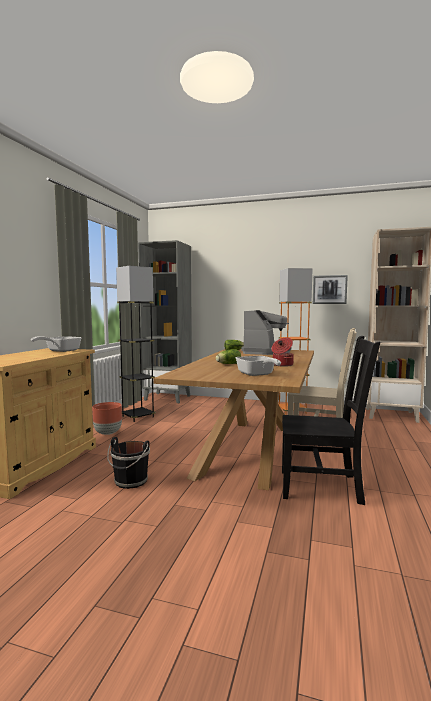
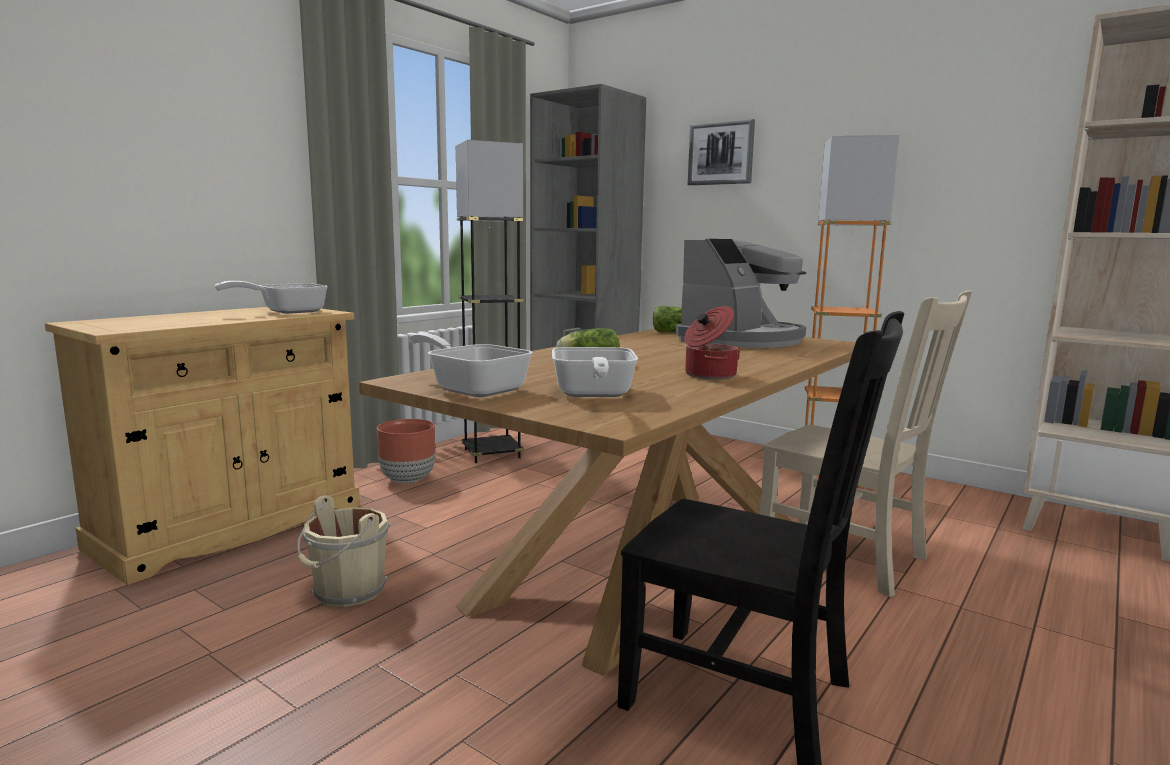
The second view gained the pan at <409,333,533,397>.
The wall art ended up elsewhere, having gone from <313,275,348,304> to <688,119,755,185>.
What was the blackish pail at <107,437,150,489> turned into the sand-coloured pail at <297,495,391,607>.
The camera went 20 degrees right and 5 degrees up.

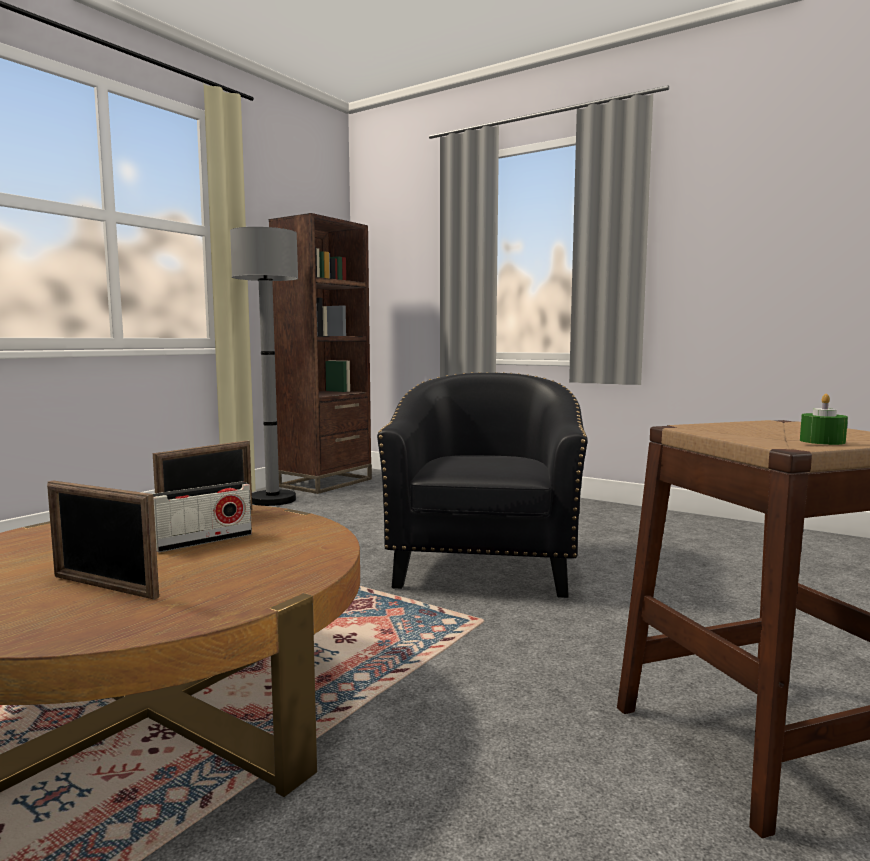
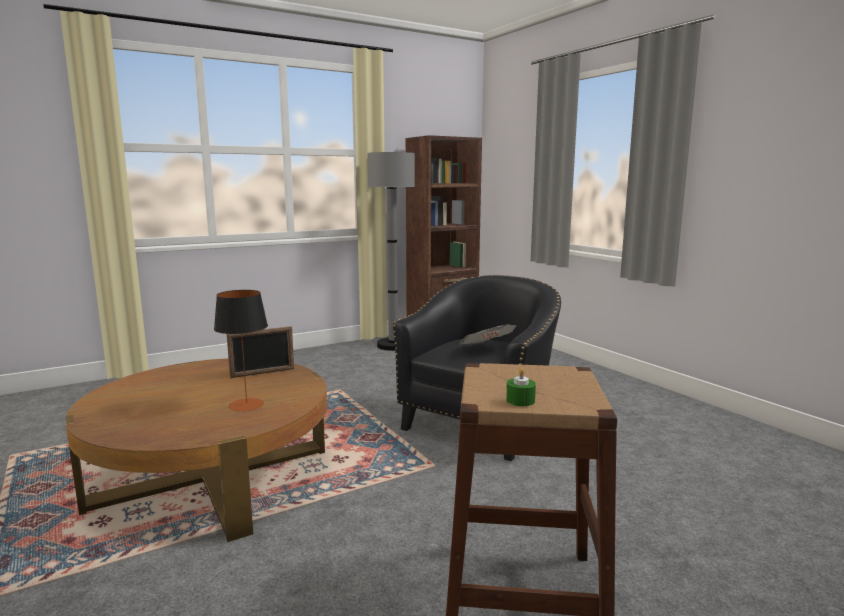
The second view lost the standing frame at <47,481,159,600>.
The second view lost the radio receiver at <153,481,252,553>.
The second view gained the lamp for a table at <214,290,268,412>.
The second view gained the daily paper at <460,324,516,344>.
The camera went 25 degrees right and 5 degrees up.

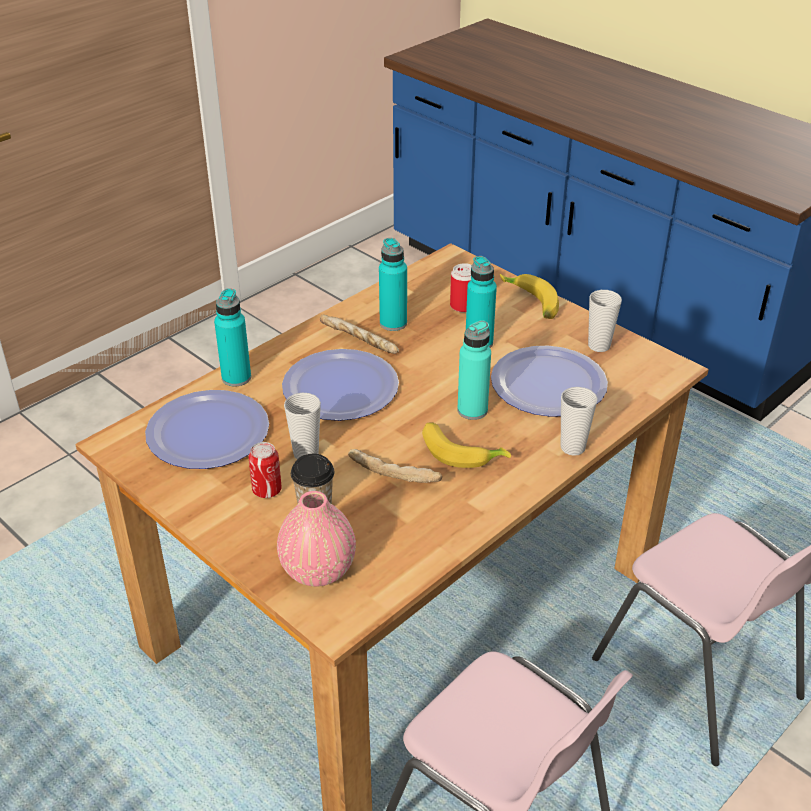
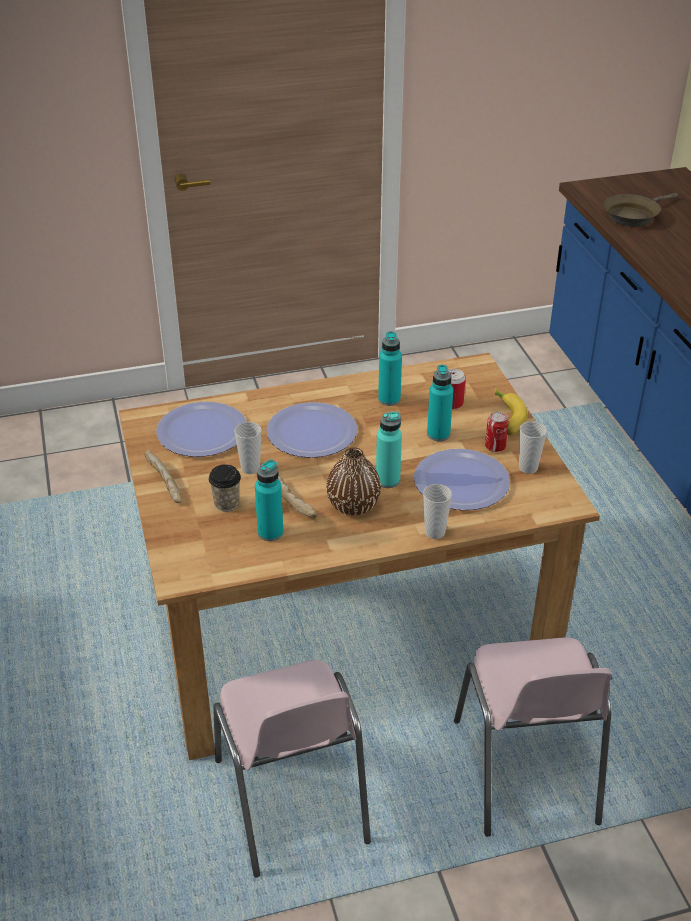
The second view lost the pink-coloured flower vase at <277,491,356,586>.
The second view gained the brownish pan at <604,193,678,227>.
The blue-green bottle ended up elsewhere, having gone from <214,288,251,387> to <255,460,283,541>.
The can ended up elsewhere, having gone from <249,442,282,498> to <485,412,509,452>.
The bakery bread ended up elsewhere, having gone from <320,315,399,354> to <144,450,181,503>.
Where the banana fruit stood at <422,422,511,468>, the brownish flower vase came to stand at <326,447,381,515>.
The camera went 30 degrees right and 0 degrees up.

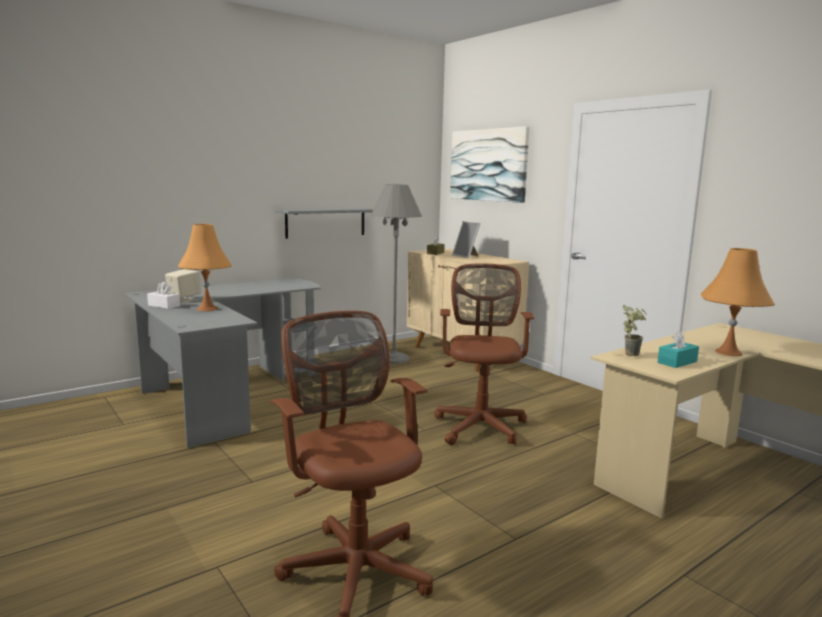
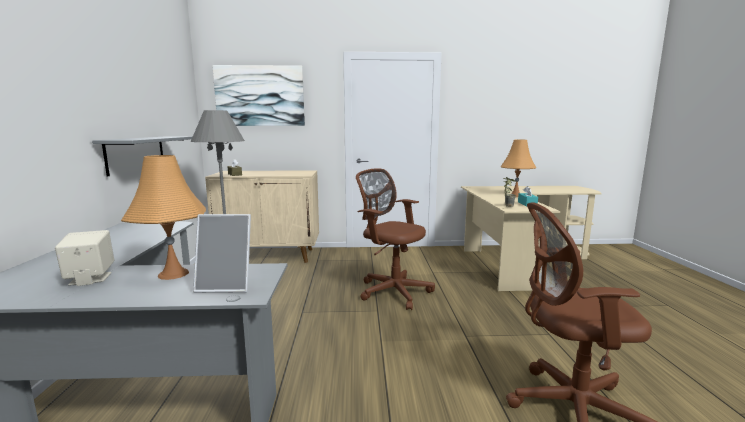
The second view lost the whitish tissue holder at <147,282,180,309>.
The standing frame ended up elsewhere, having gone from <452,221,481,258> to <193,214,251,293>.
The camera went 55 degrees left and 0 degrees up.

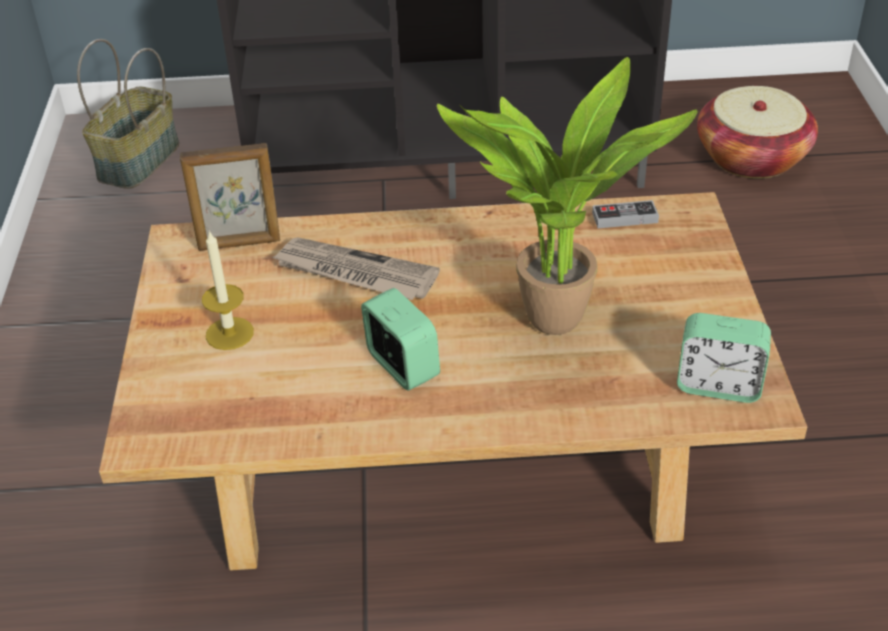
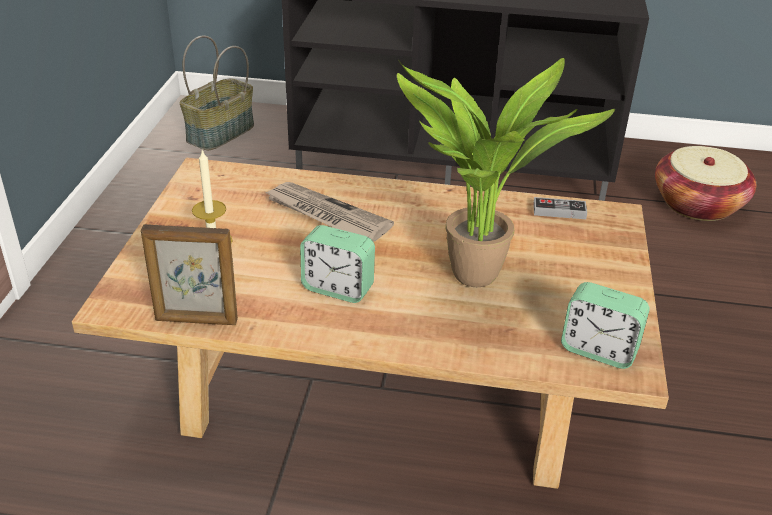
The standing frame ended up elsewhere, having gone from <180,143,280,251> to <141,224,238,325>.
The table clock at <361,288,440,390> ended up facing another way, 135 degrees clockwise from before.
The camera went 10 degrees right and 5 degrees down.

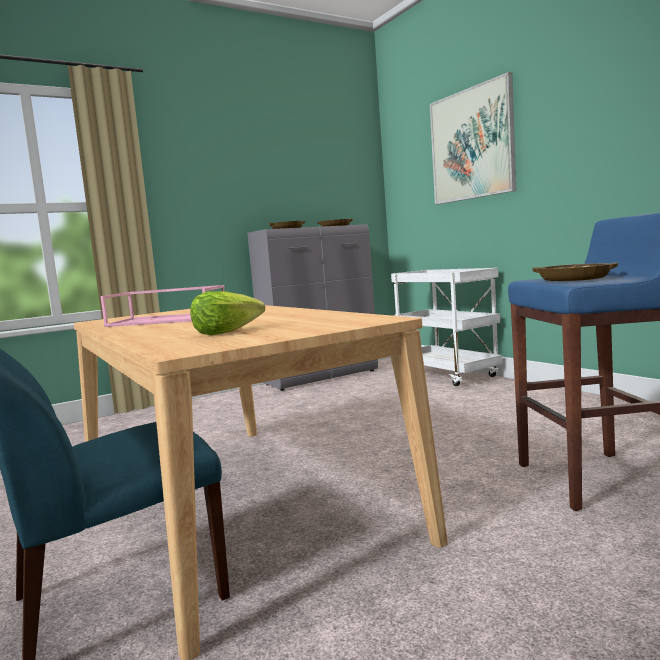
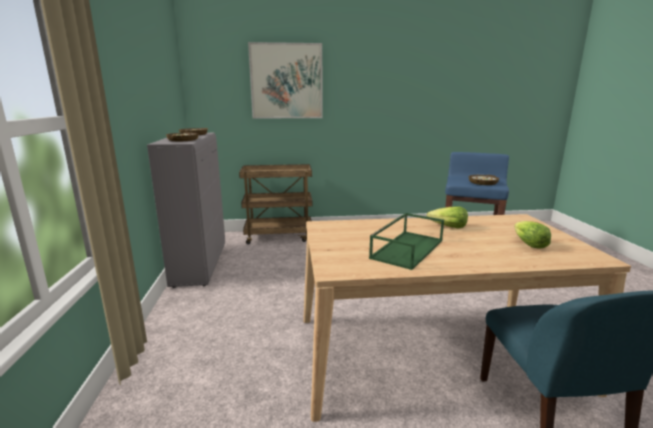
The second view gained the lettuce head at <427,206,468,228>.
What was the pink-coloured carrying tray at <100,285,224,327> turned into the green-coloured carrying tray at <369,213,444,270>.
What was the whitish cart at <391,268,502,386> turned into the brownish cart at <239,164,312,244>.
The camera went 65 degrees left and 10 degrees up.

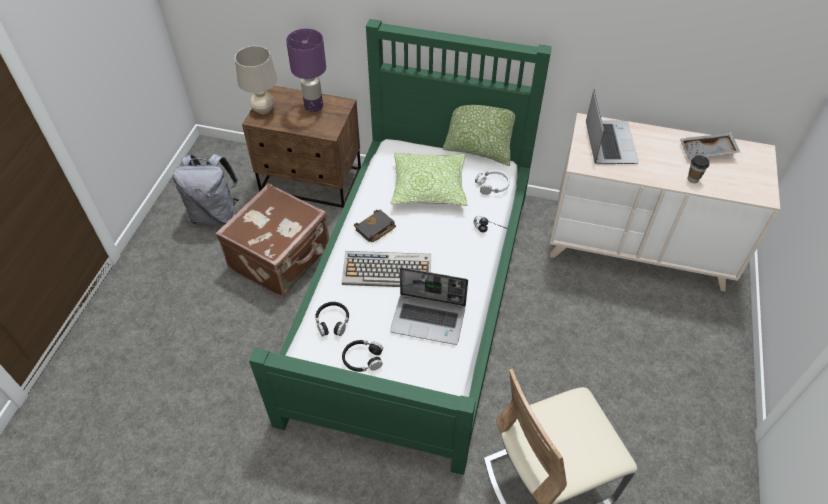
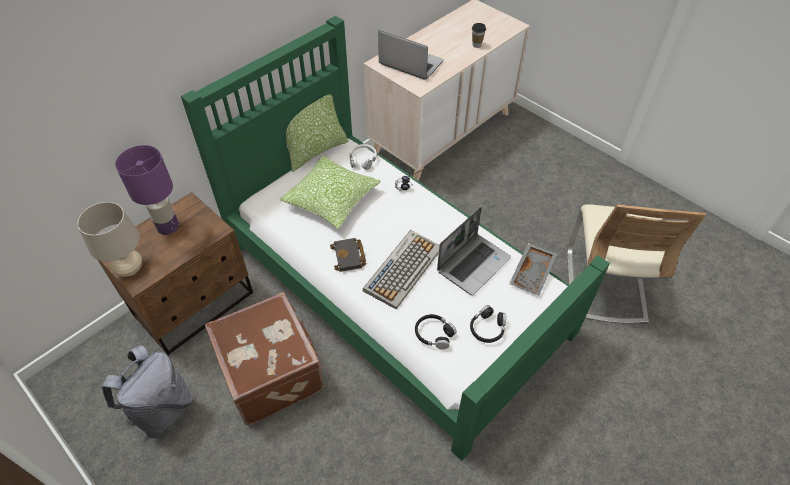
The greyish carrying tray ended up elsewhere, having gone from <680,132,740,159> to <509,243,557,295>.
The camera went 60 degrees left and 0 degrees up.

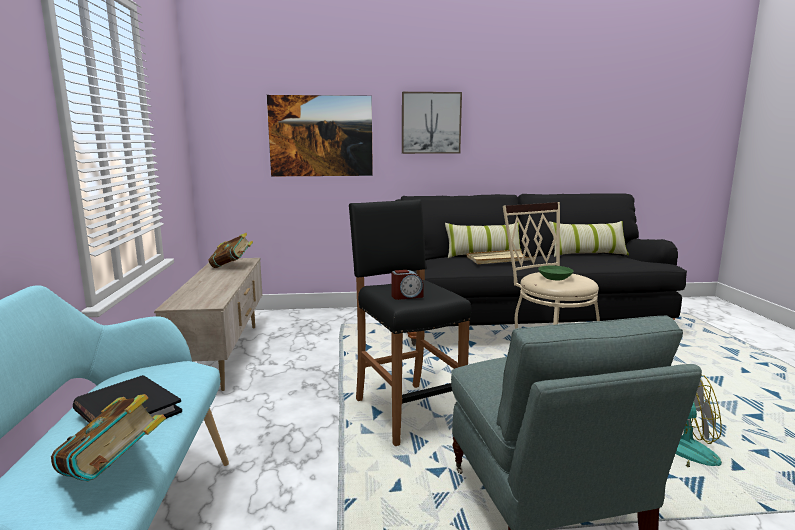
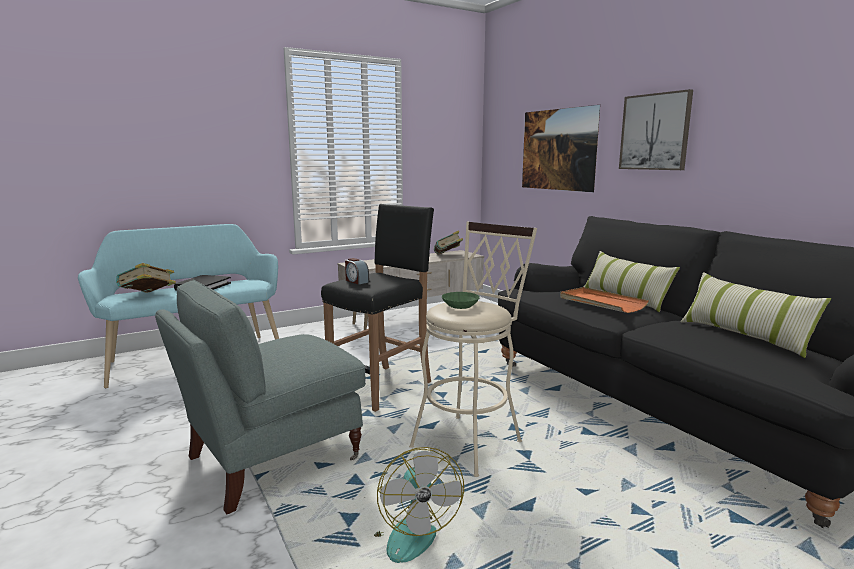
What was the sand-coloured carrying tray at <467,249,534,264> turned into the orangey carrying tray at <560,287,649,313>.
The camera went 65 degrees right and 0 degrees up.

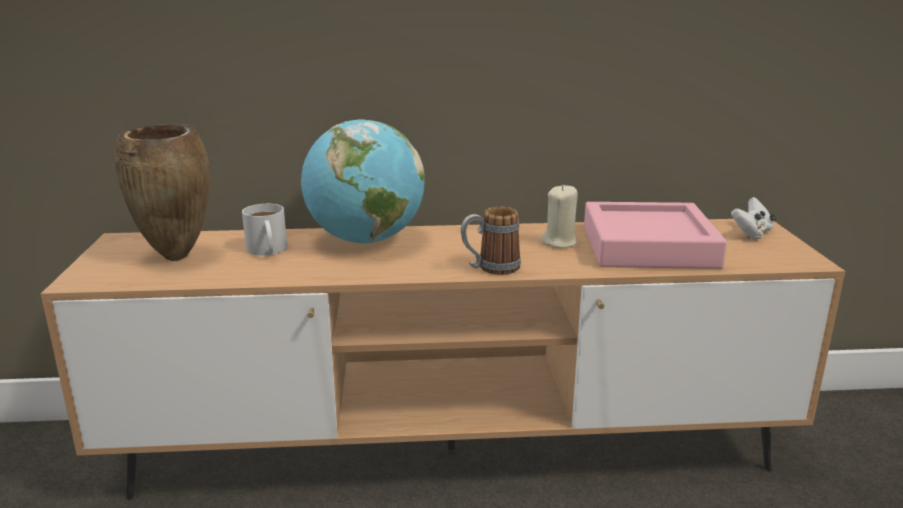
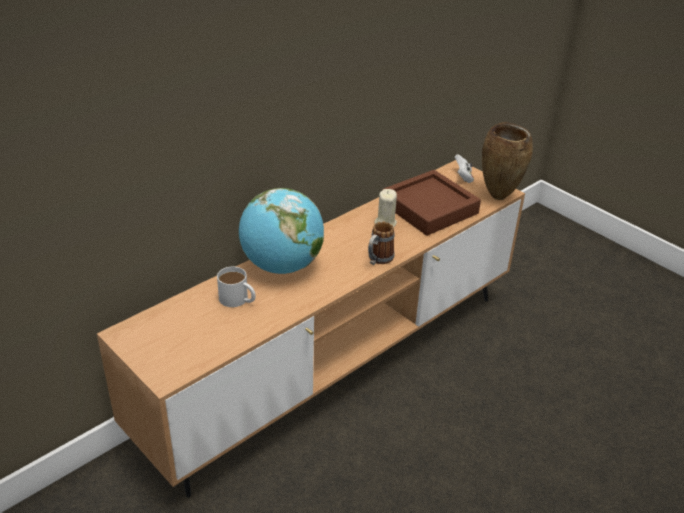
The brownish flower vase ended up elsewhere, having gone from <115,124,209,261> to <482,122,533,200>.
What was the pink-coloured carrying tray at <584,202,727,269> turned into the brownish carrying tray at <384,170,481,236>.
The camera went 40 degrees left and 15 degrees up.

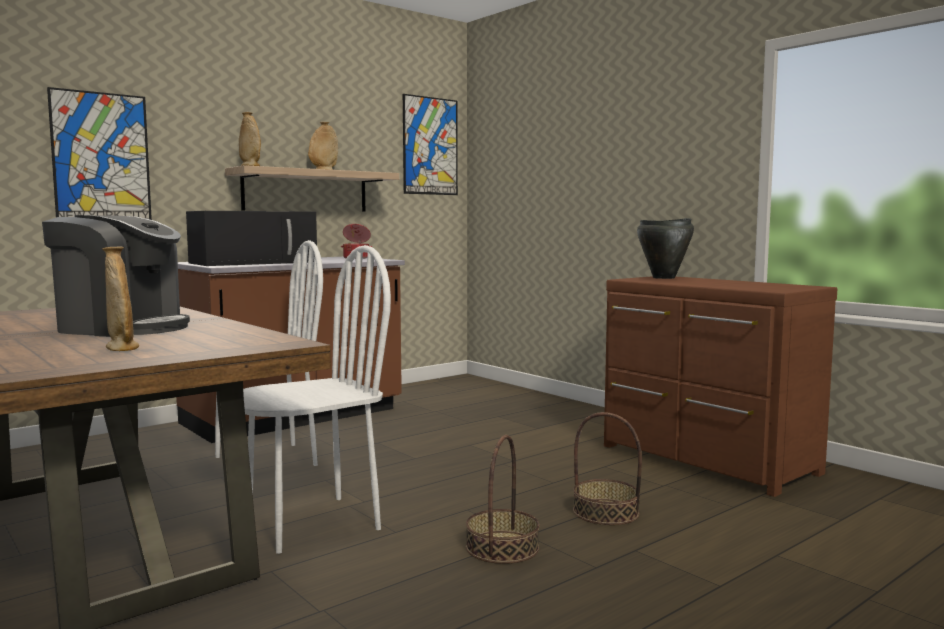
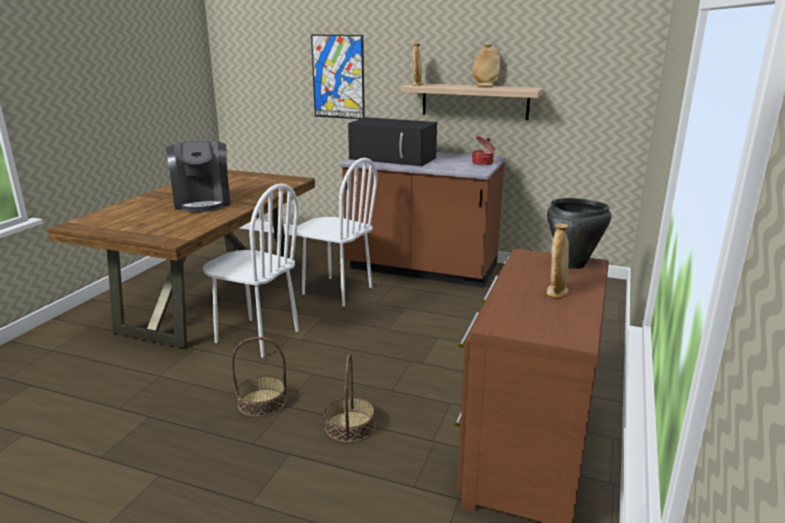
The second view lost the wall art at <403,94,458,195>.
The sand-coloured flower vase ended up elsewhere, having gone from <102,246,139,351> to <547,224,569,298>.
The camera went 60 degrees right and 15 degrees up.

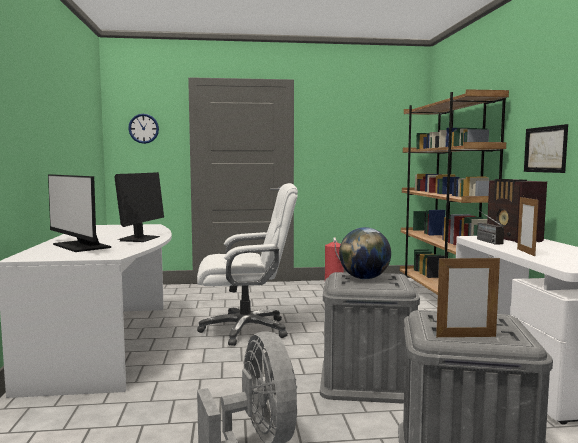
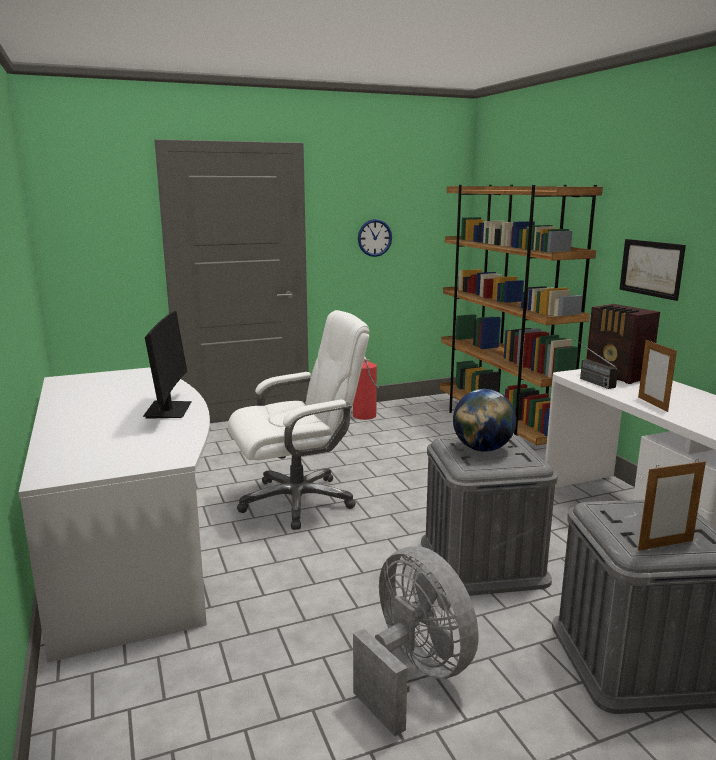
The second view lost the computer screen at <48,174,111,252>.
The wall clock ended up elsewhere, having gone from <128,114,159,144> to <358,219,392,257>.
The camera went 15 degrees left and 10 degrees up.

